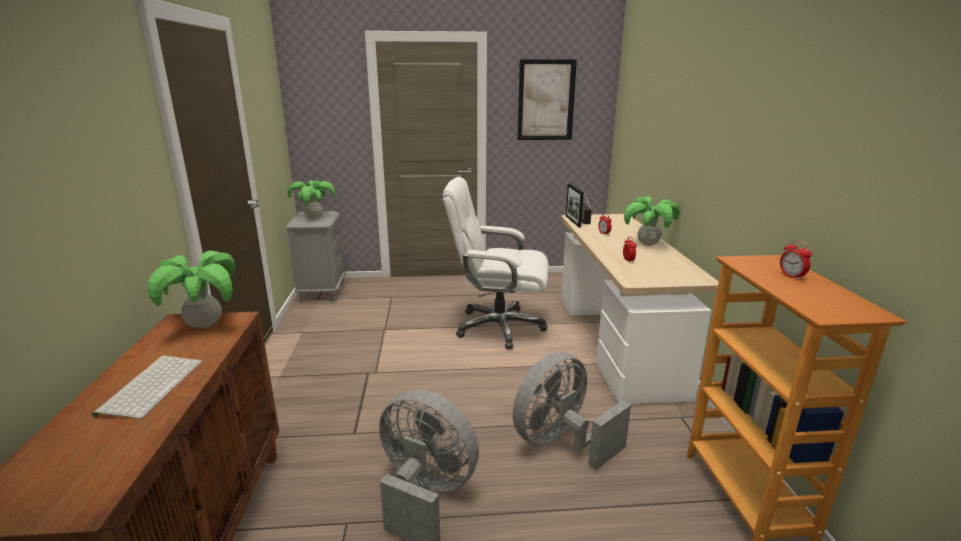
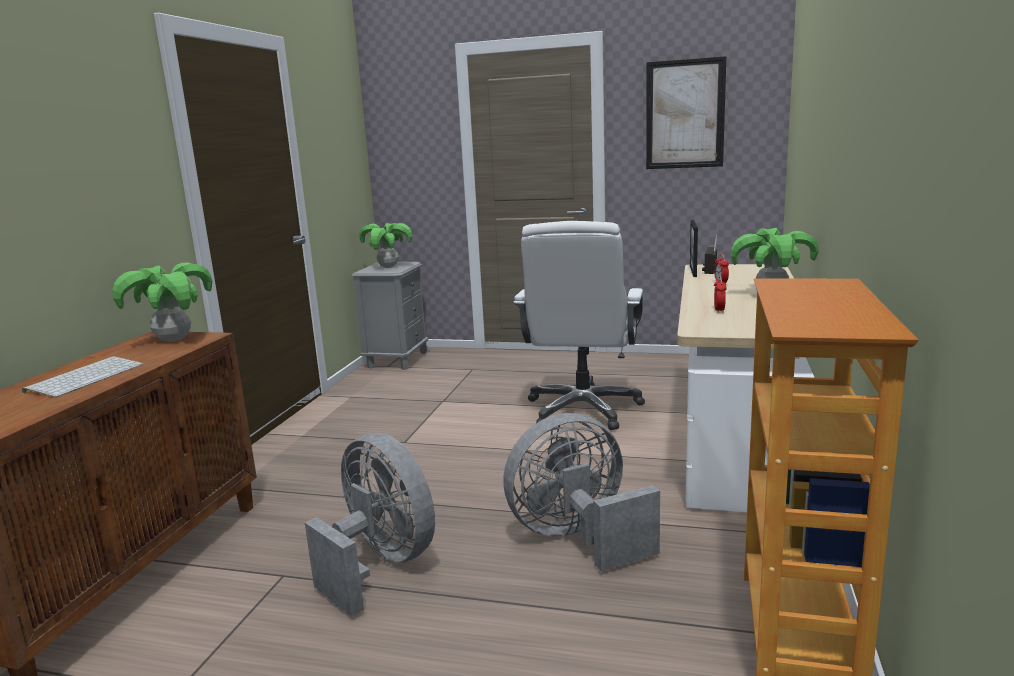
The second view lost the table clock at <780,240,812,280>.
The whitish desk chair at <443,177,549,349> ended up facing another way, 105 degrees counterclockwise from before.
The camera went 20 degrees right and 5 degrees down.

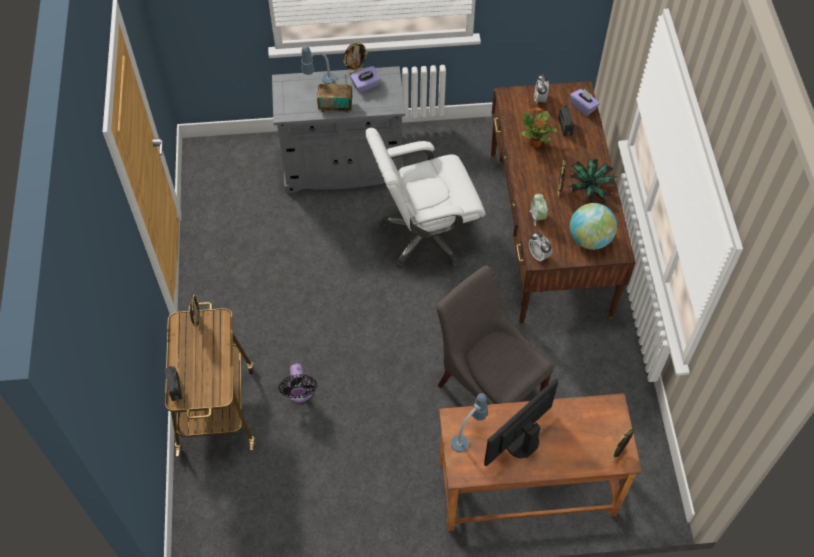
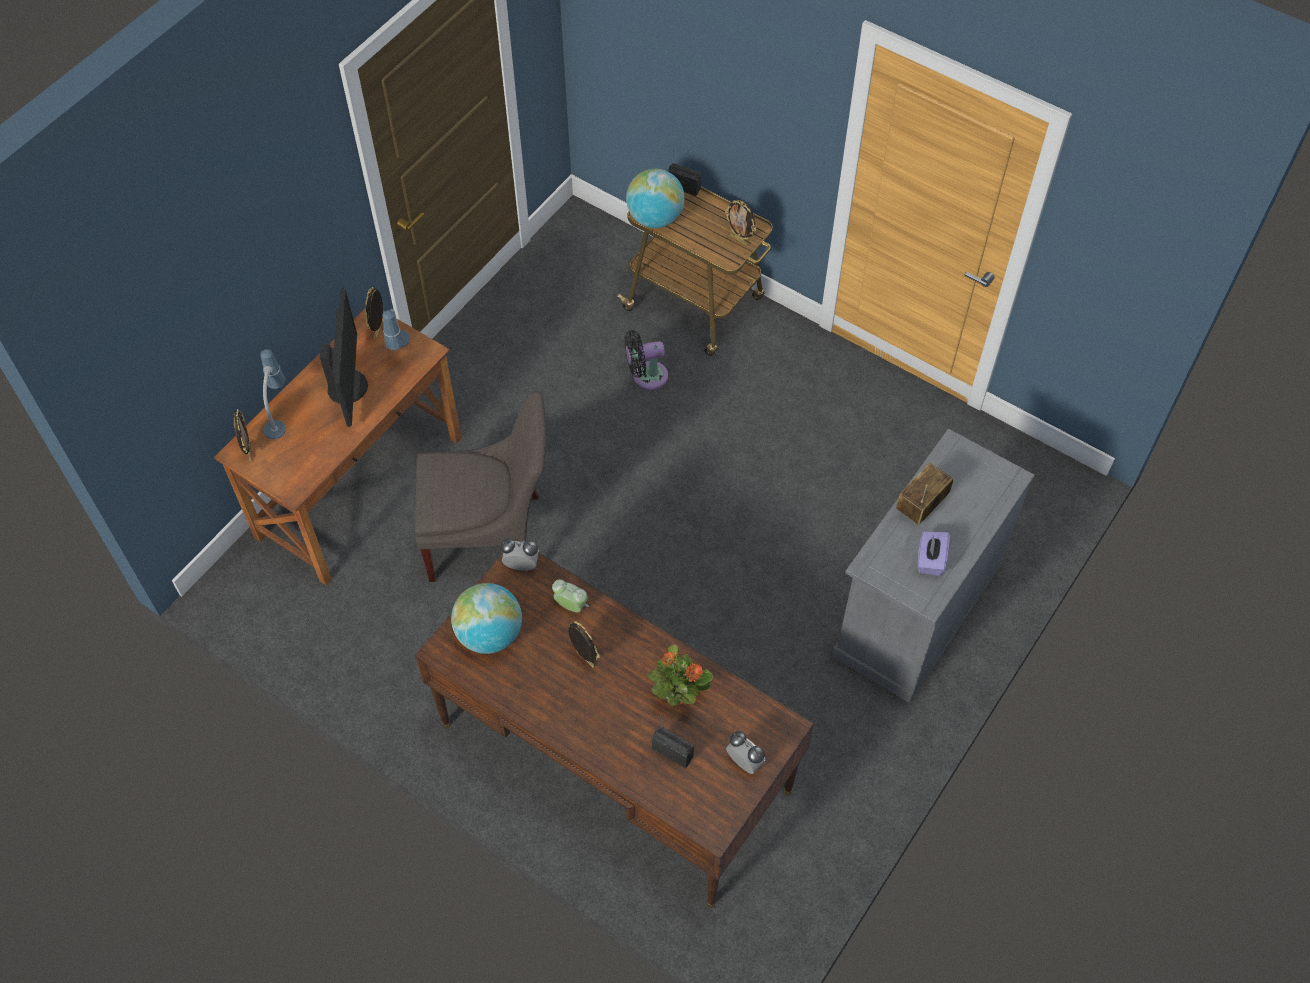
The second view lost the whitish desk chair at <365,128,485,269>.
The second view lost the potted plant at <568,158,616,202>.
The second view lost the purple-coloured tissue holder at <570,89,600,116>.
The second view gained the desk globe at <626,169,685,228>.
The lamp for a table ended up elsewhere, having gone from <301,46,337,84> to <261,349,286,439>.
The standing frame ended up elsewhere, having gone from <343,42,368,75> to <365,287,383,339>.
The blackish electric fan at <278,364,318,403> ended up facing another way, 45 degrees counterclockwise from before.
The camera went 130 degrees right and 0 degrees up.

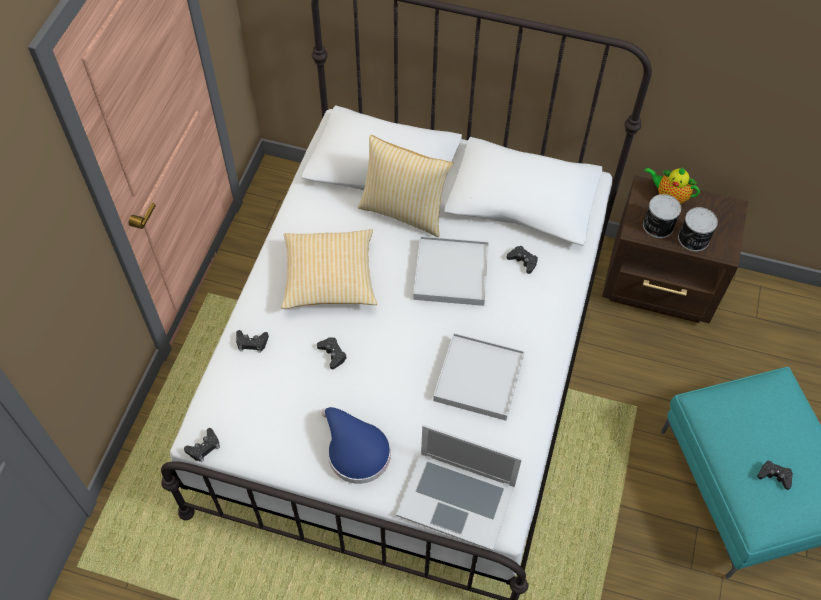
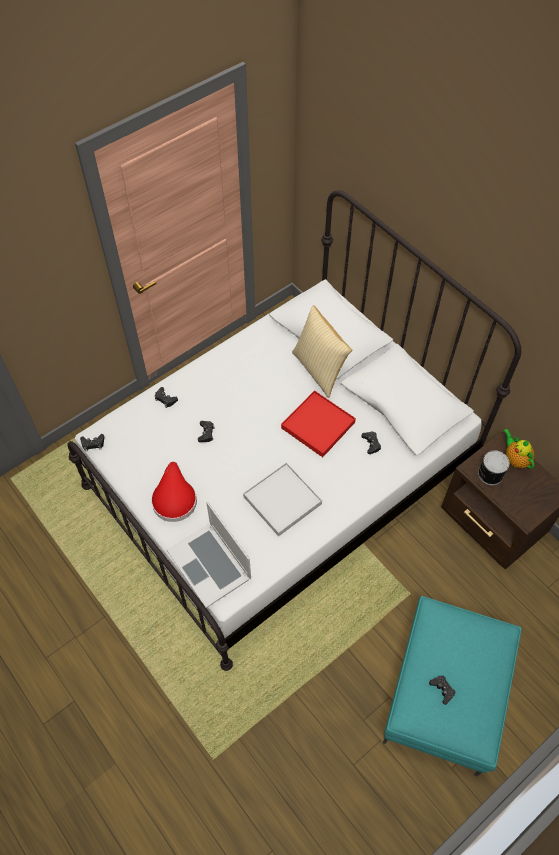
The second view lost the pillow at <281,229,377,309>.
The second view lost the can at <678,207,718,251>.
What was the blue-coloured wearable hat at <321,407,391,484> turned into the reddish wearable hat at <151,462,197,522>.
What was the whitish carrying tray at <414,236,489,306> turned into the reddish carrying tray at <281,390,356,457>.
The camera went 35 degrees right and 0 degrees up.

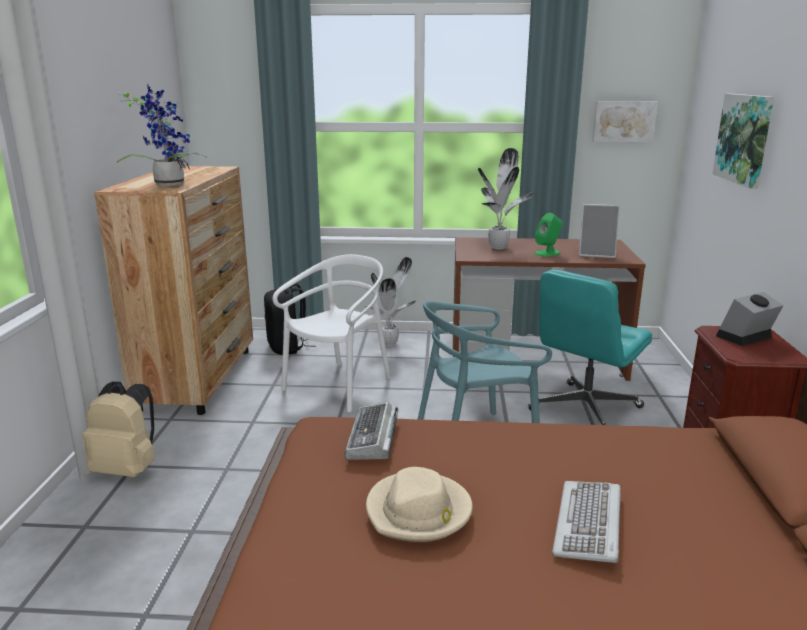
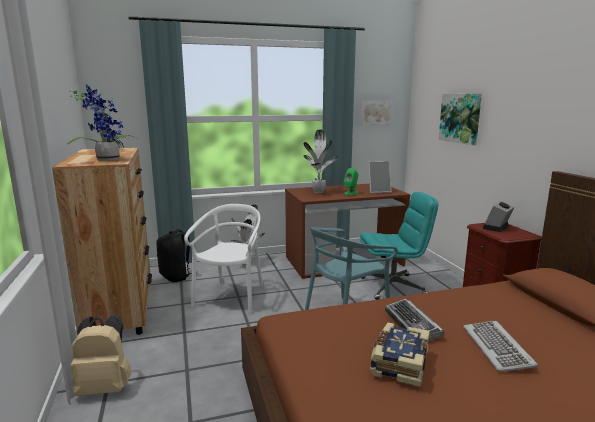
The keyboard ended up elsewhere, having gone from <344,402,398,460> to <385,299,444,340>.
Where the sand-coloured wearable hat stood at <366,467,473,542>, the book came to stand at <370,322,430,387>.
The blue-green desk chair at <528,269,652,425> ended up facing another way, 120 degrees counterclockwise from before.
The camera went 20 degrees left and 5 degrees down.

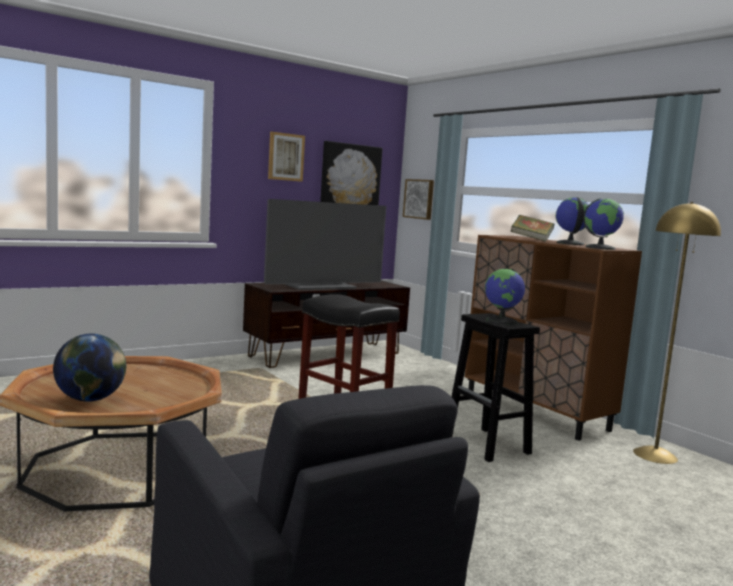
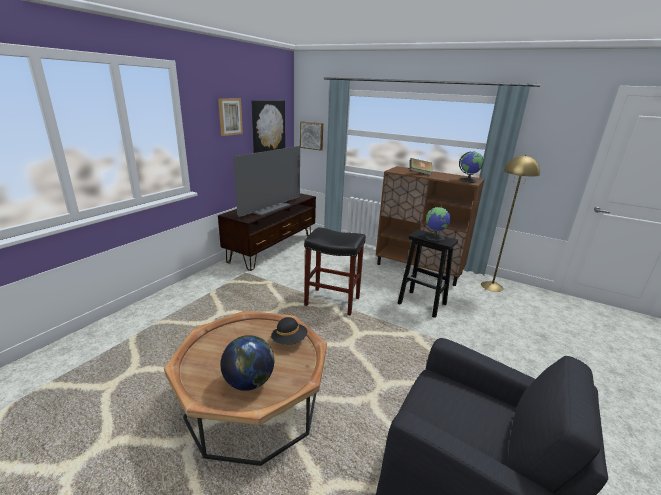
The second view lost the desk globe at <556,197,588,245>.
The second view gained the blackish wearable hat at <271,317,307,345>.
The camera went 25 degrees left and 15 degrees up.

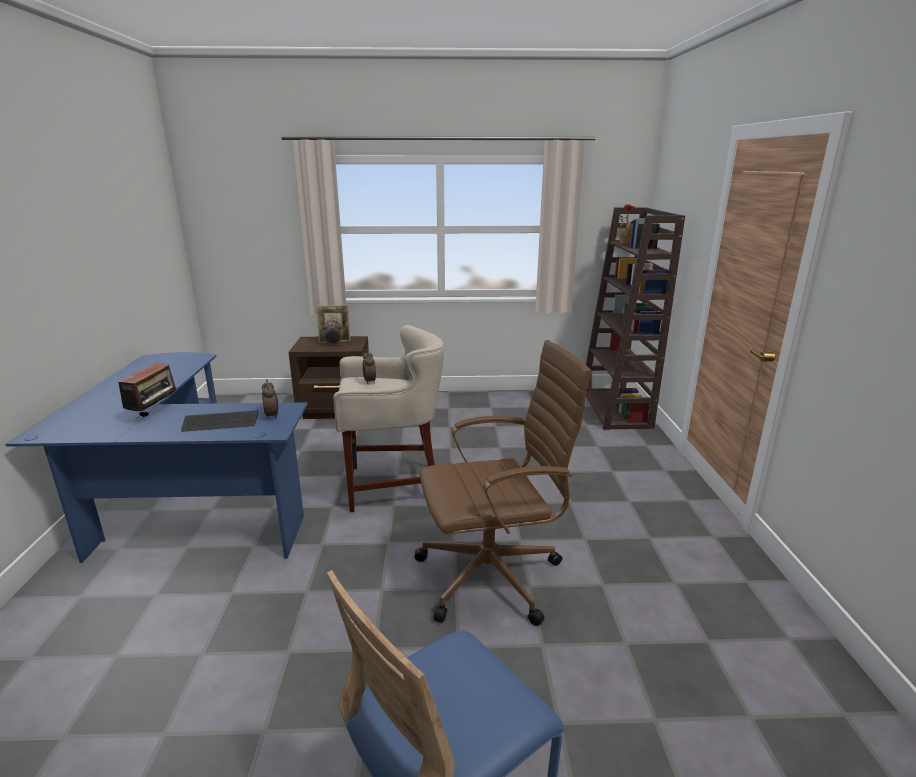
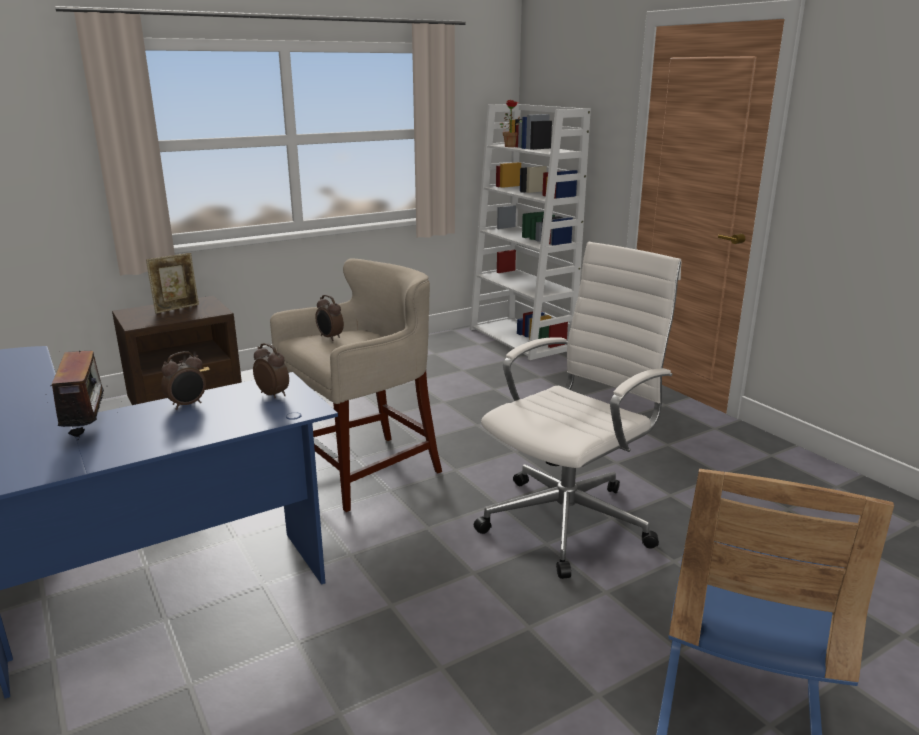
The second view lost the keyboard at <181,410,259,432>.
The table clock ended up elsewhere, having gone from <323,320,342,346> to <161,351,206,410>.
What was the brownish desk chair at <414,340,592,626> turned into the whitish desk chair at <474,242,681,579>.
What was the brownish shelving unit at <586,207,685,429> turned into the whitish shelving unit at <470,104,591,360>.
The camera went 30 degrees left and 0 degrees up.

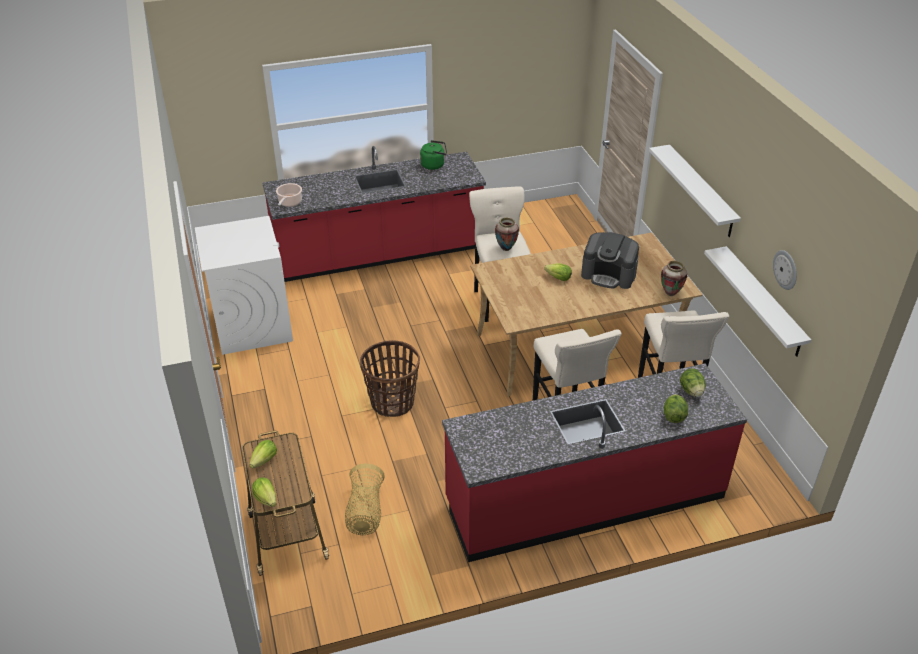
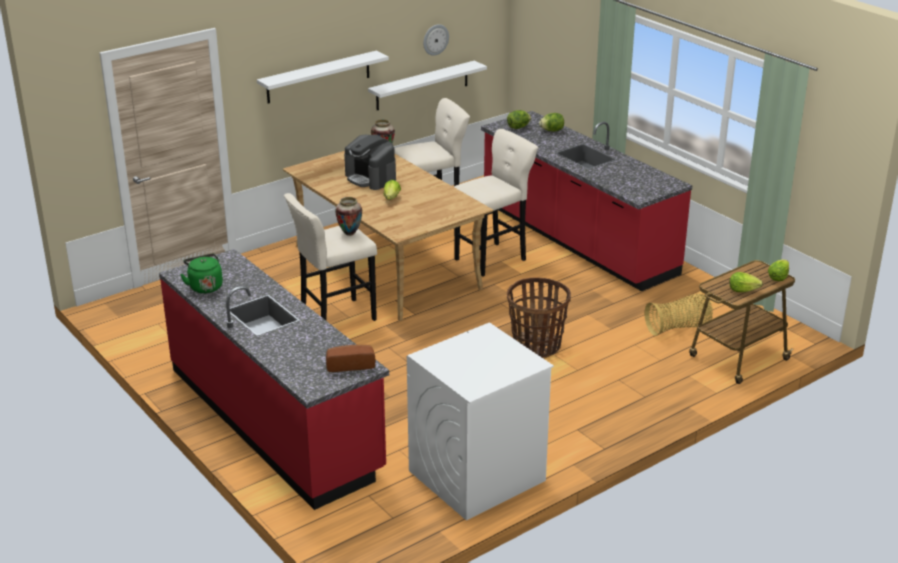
Where the saucepot stood at <276,183,302,207>, the bakery bread came to stand at <326,345,375,372>.
The coffee machine at <581,232,639,289> ended up facing another way, 135 degrees clockwise from before.
The camera went 110 degrees left and 10 degrees down.

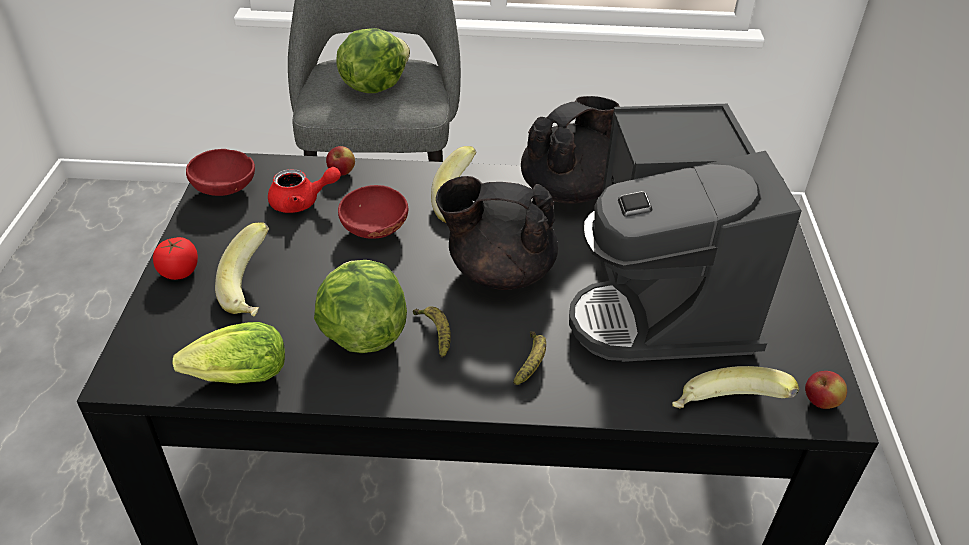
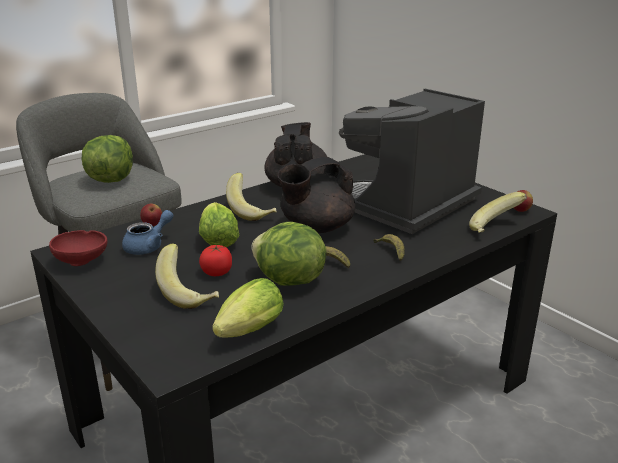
The fresh tomato ended up elsewhere, having gone from <153,237,198,280> to <199,245,232,276>.
Where the reddish serving bowl stood at <338,185,408,239>, the lettuce head came to stand at <199,202,239,247>.
What was the reddish pot for tea at <268,167,341,213> turned into the blue-coloured pot for tea at <122,210,173,255>.
The coffee machine at <569,104,802,362> ended up facing another way, 90 degrees clockwise from before.
The camera went 40 degrees left and 15 degrees down.

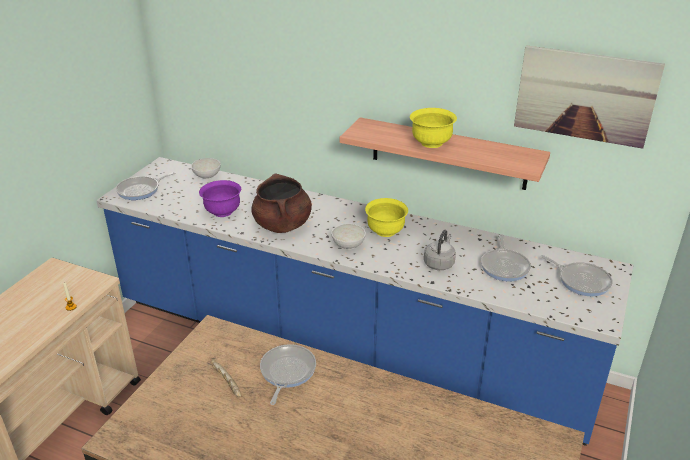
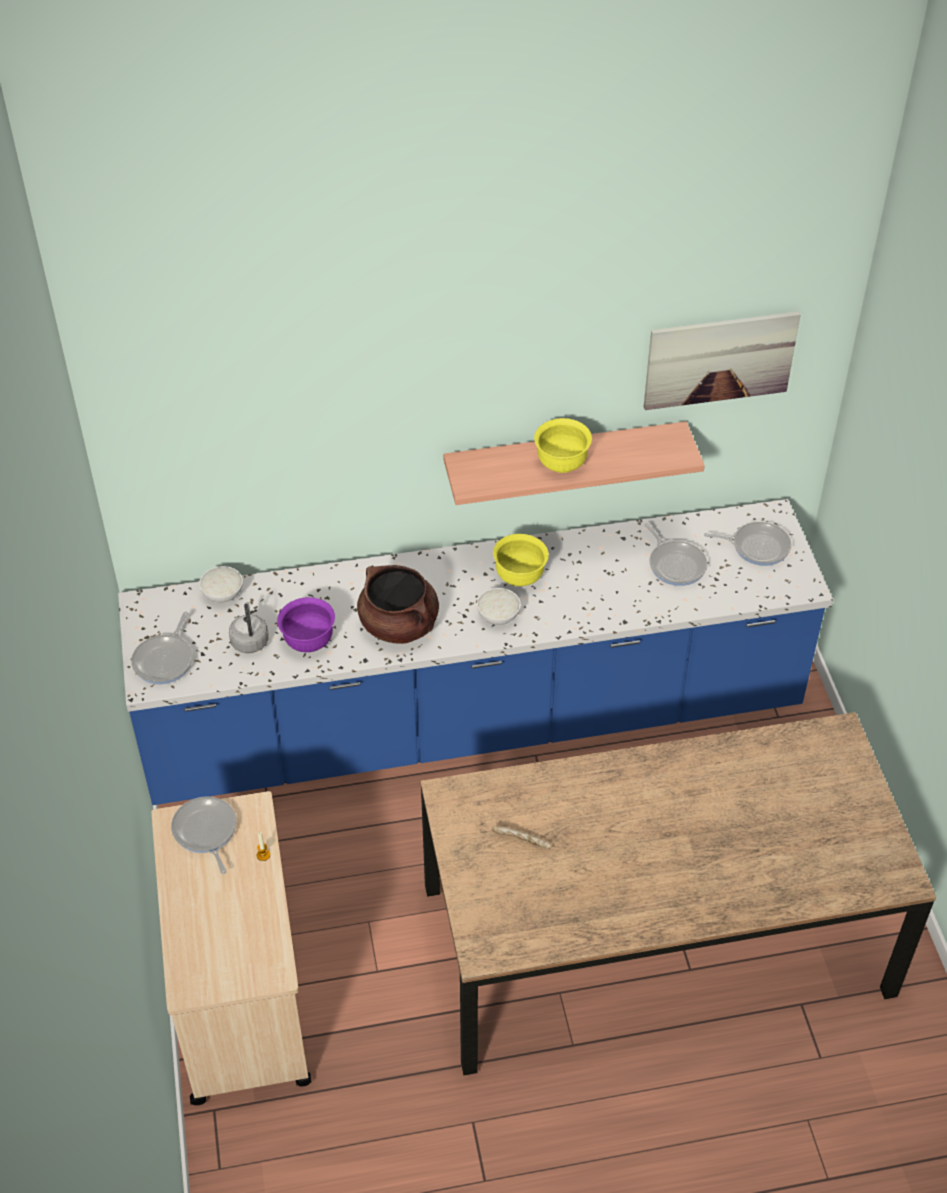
The pan ended up elsewhere, having gone from <260,344,316,405> to <171,796,236,874>.
The greyish water kettle ended up elsewhere, having gone from <424,230,456,270> to <229,602,269,653>.
The camera went 35 degrees left and 15 degrees up.

